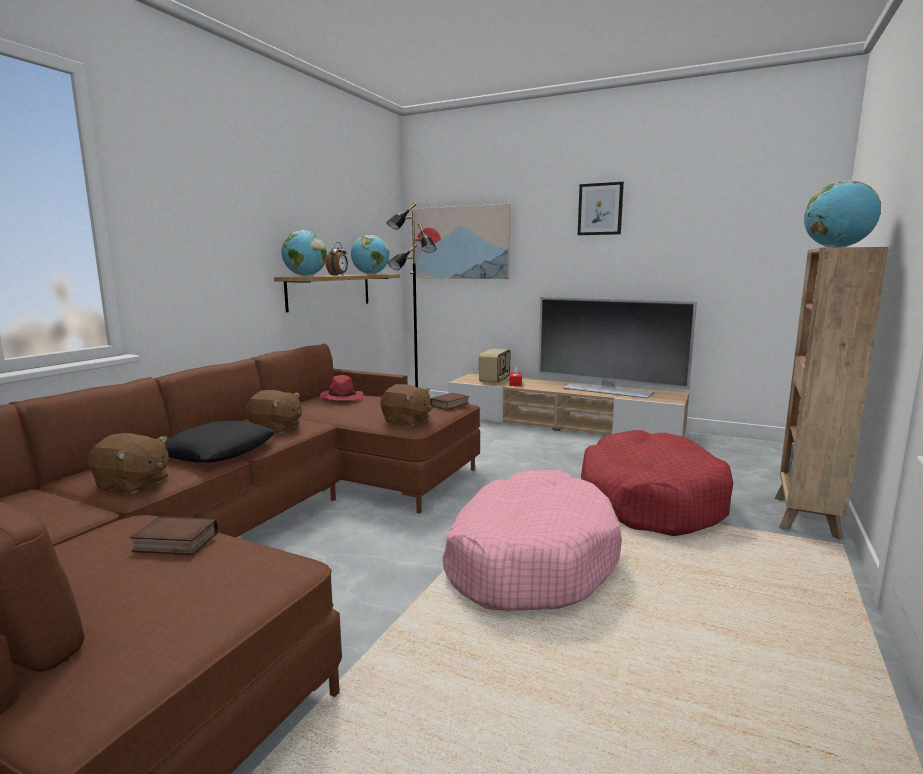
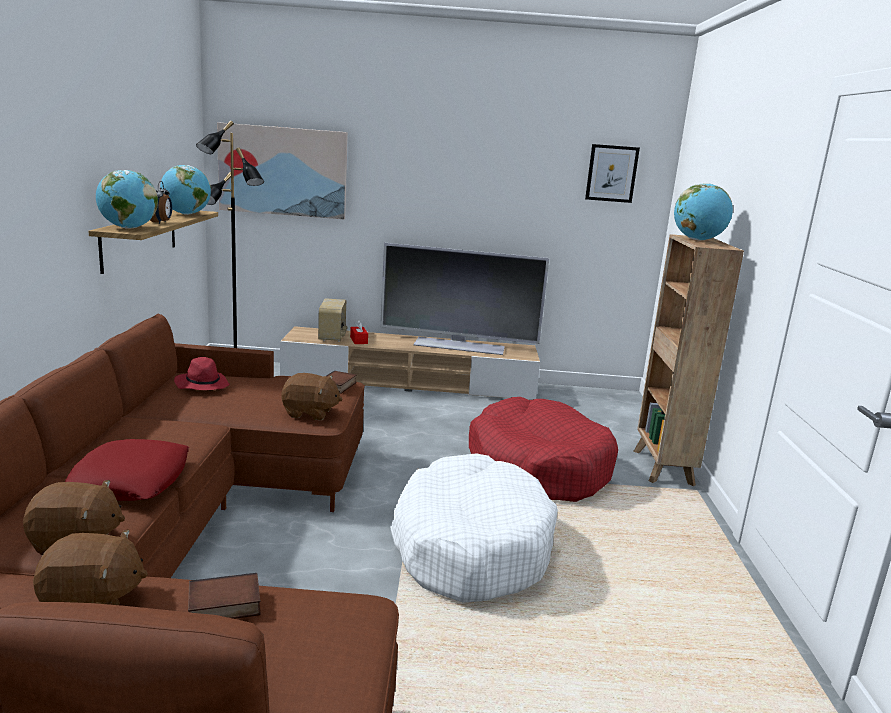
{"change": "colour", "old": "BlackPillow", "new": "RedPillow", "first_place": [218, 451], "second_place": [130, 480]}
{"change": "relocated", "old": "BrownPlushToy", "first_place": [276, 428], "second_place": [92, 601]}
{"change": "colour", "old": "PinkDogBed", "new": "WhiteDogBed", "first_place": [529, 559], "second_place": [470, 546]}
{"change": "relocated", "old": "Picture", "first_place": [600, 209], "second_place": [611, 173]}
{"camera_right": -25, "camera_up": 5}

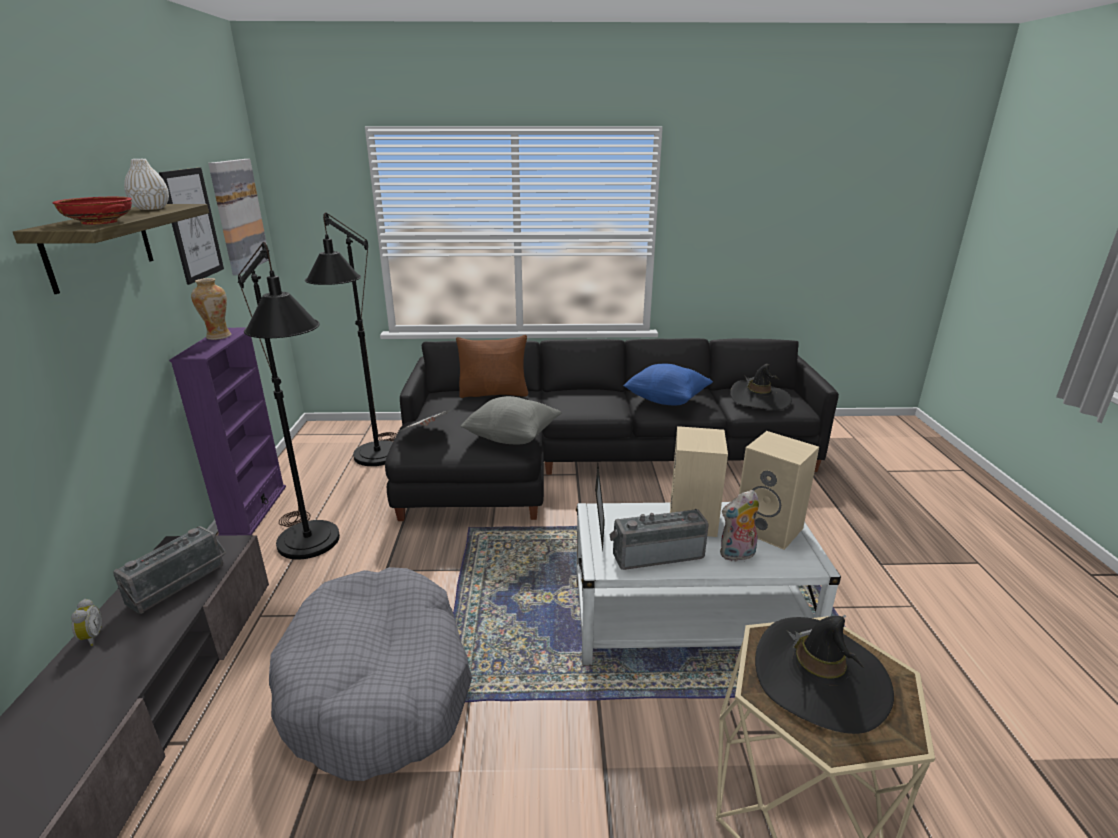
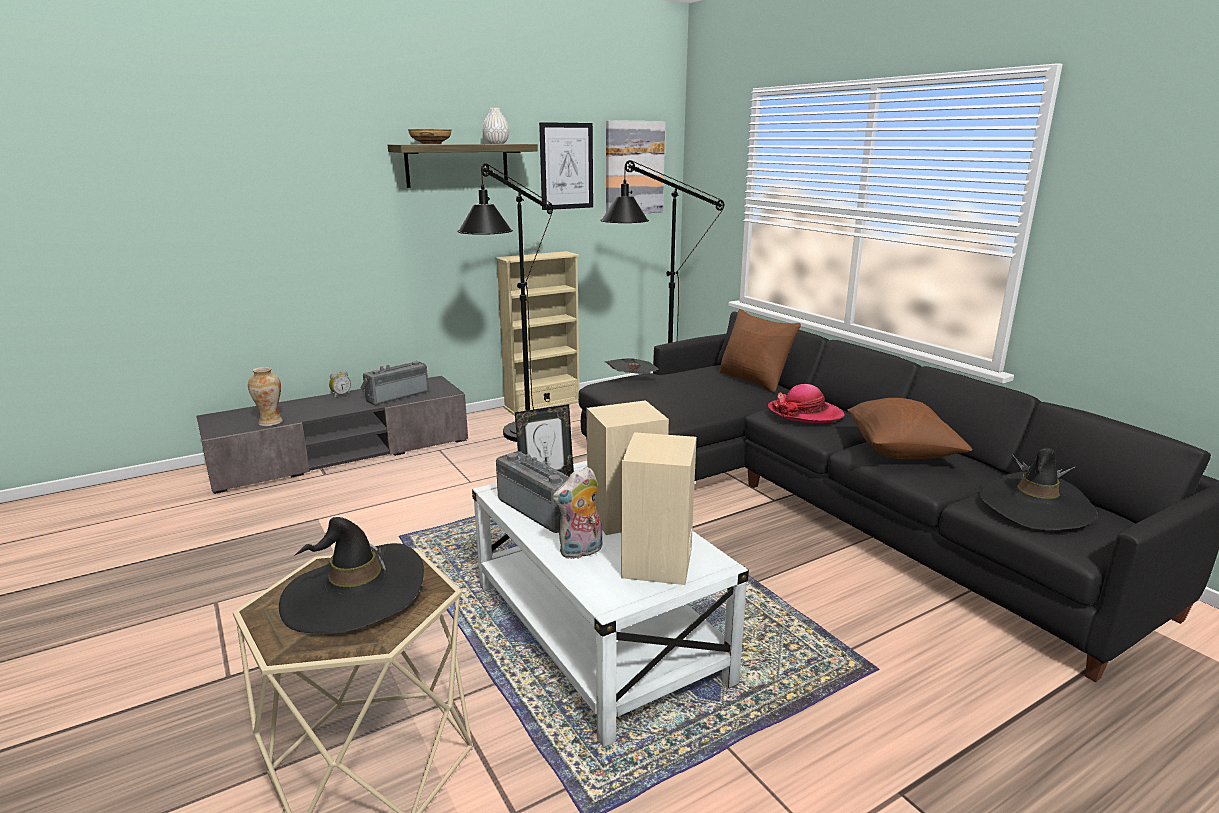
{"change": "colour", "old": "RedBowl", "new": "BeigeBowl", "first_place": [100, 222], "second_place": [431, 144]}
{"change": "spun", "old": "Radio", "first_place": [179, 587], "second_place": [396, 396], "degrees": 135}
{"change": "colour", "old": "PurpleBookcase", "new": "BeigeBookcase", "first_place": [254, 510], "second_place": [542, 404]}
{"change": "relocated", "old": "Vase", "first_place": [218, 336], "second_place": [270, 422]}
{"change": "missing", "old": "GreyDogBed", "first_place": [379, 686]}
{"change": "missing", "old": "GreyPillow", "first_place": [512, 437]}
{"change": "colour", "old": "BluePillow", "new": "BrownPillow", "first_place": [666, 400], "second_place": [900, 452]}
{"change": "spun", "old": "PlushToy", "first_place": [737, 555], "second_place": [581, 551], "degrees": -75}
{"change": "appeared", "new": "Hat", "second_place": [805, 413]}
{"camera_right": 60, "camera_up": -5}

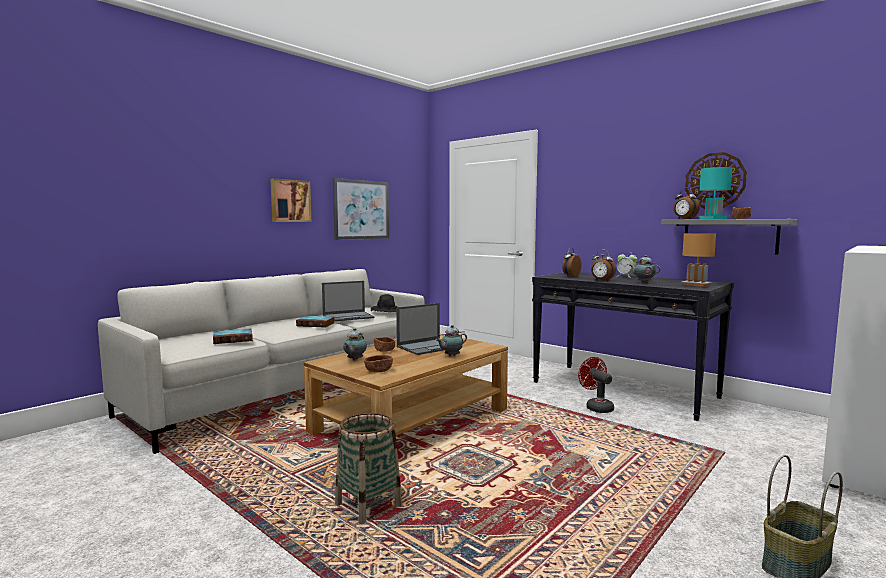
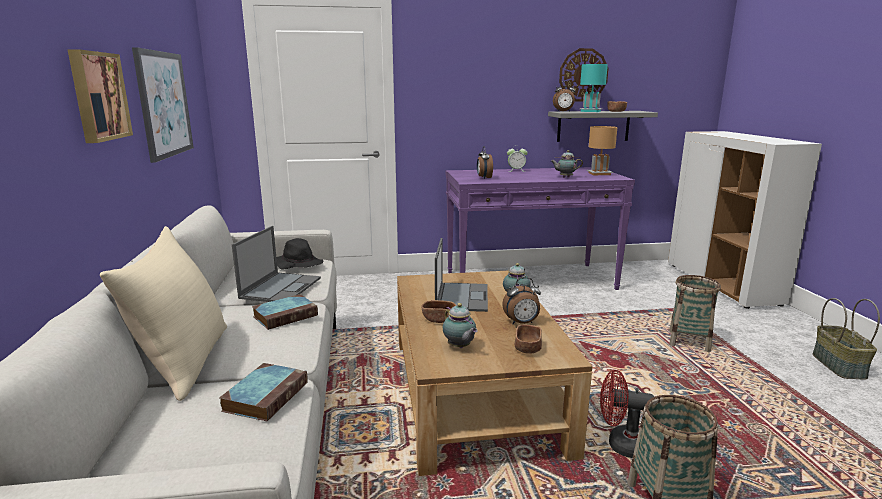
{"change": "colour", "old": "BlackConsoleTable", "new": "PurpleConsoleTable", "first_place": [623, 389], "second_place": [530, 280]}
{"change": "relocated", "old": "RedFan", "first_place": [596, 407], "second_place": [621, 445]}
{"change": "relocated", "old": "AlarmClock", "first_place": [601, 281], "second_place": [521, 323]}
{"change": "appeared", "new": "BeigePillow", "second_place": [185, 362]}
{"change": "appeared", "new": "Basket", "second_place": [688, 342]}
{"camera_right": -50, "camera_up": 10}

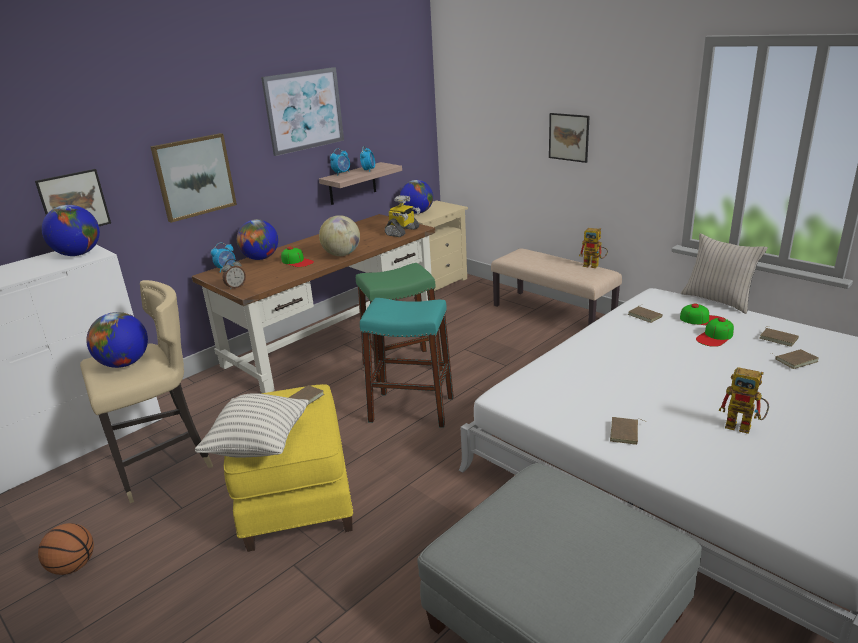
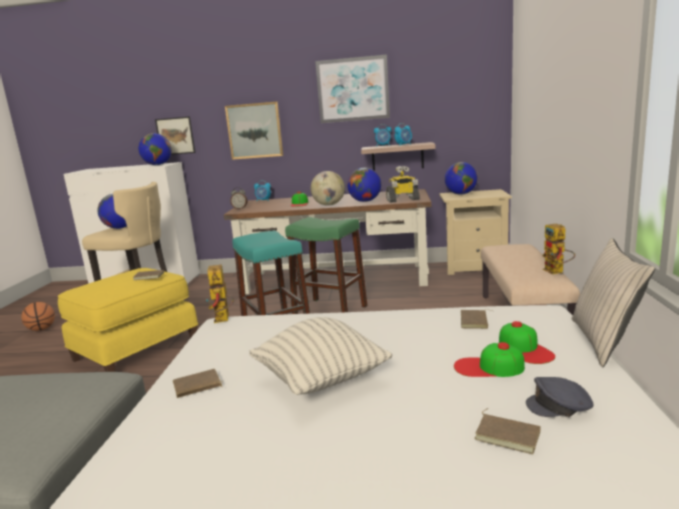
{"change": "relocated", "old": "Pillow", "first_place": [259, 445], "second_place": [321, 381]}
{"change": "relocated", "old": "Globe", "first_place": [261, 258], "second_place": [365, 201]}
{"change": "missing", "old": "Picture", "first_place": [569, 137]}
{"change": "relocated", "old": "ToyRobot", "first_place": [744, 426], "second_place": [223, 320]}
{"change": "exchanged", "old": "BrownBook", "new": "GreyCap", "first_place": [779, 338], "second_place": [560, 406]}
{"camera_right": 50, "camera_up": -10}

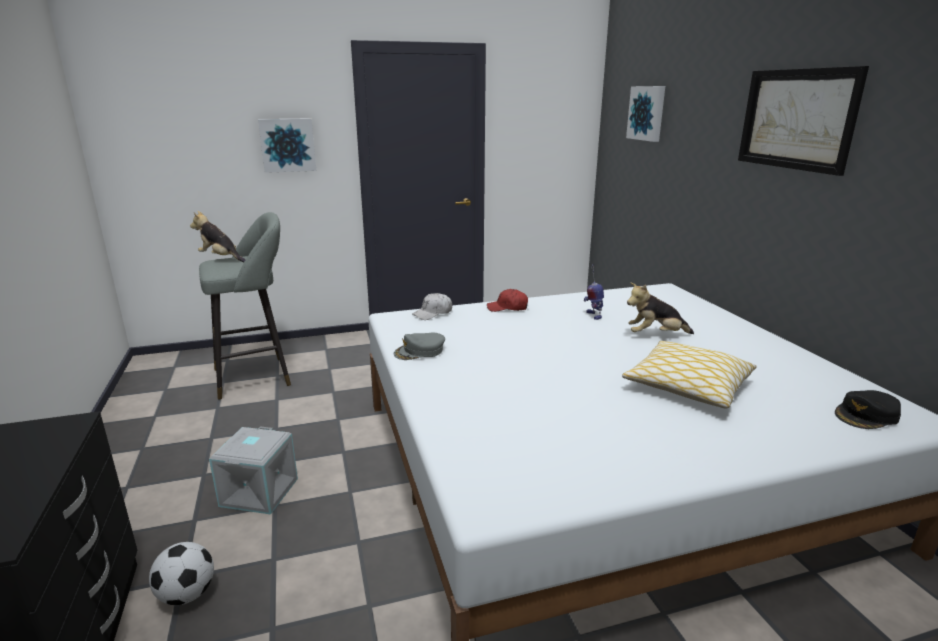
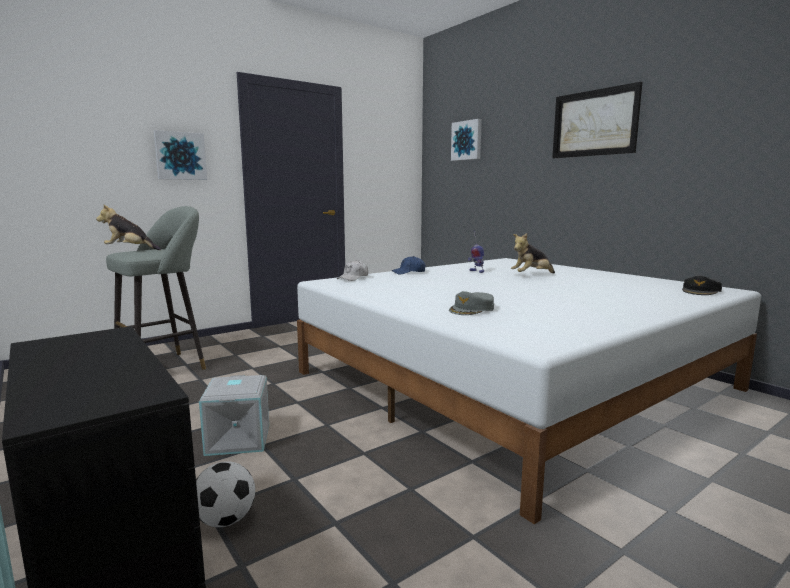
{"change": "relocated", "old": "GreyCap", "first_place": [419, 351], "second_place": [472, 309]}
{"change": "colour", "old": "RedCap", "new": "BlueCap", "first_place": [507, 308], "second_place": [409, 272]}
{"change": "missing", "old": "Pillow", "first_place": [687, 386]}
{"camera_right": -20, "camera_up": -10}

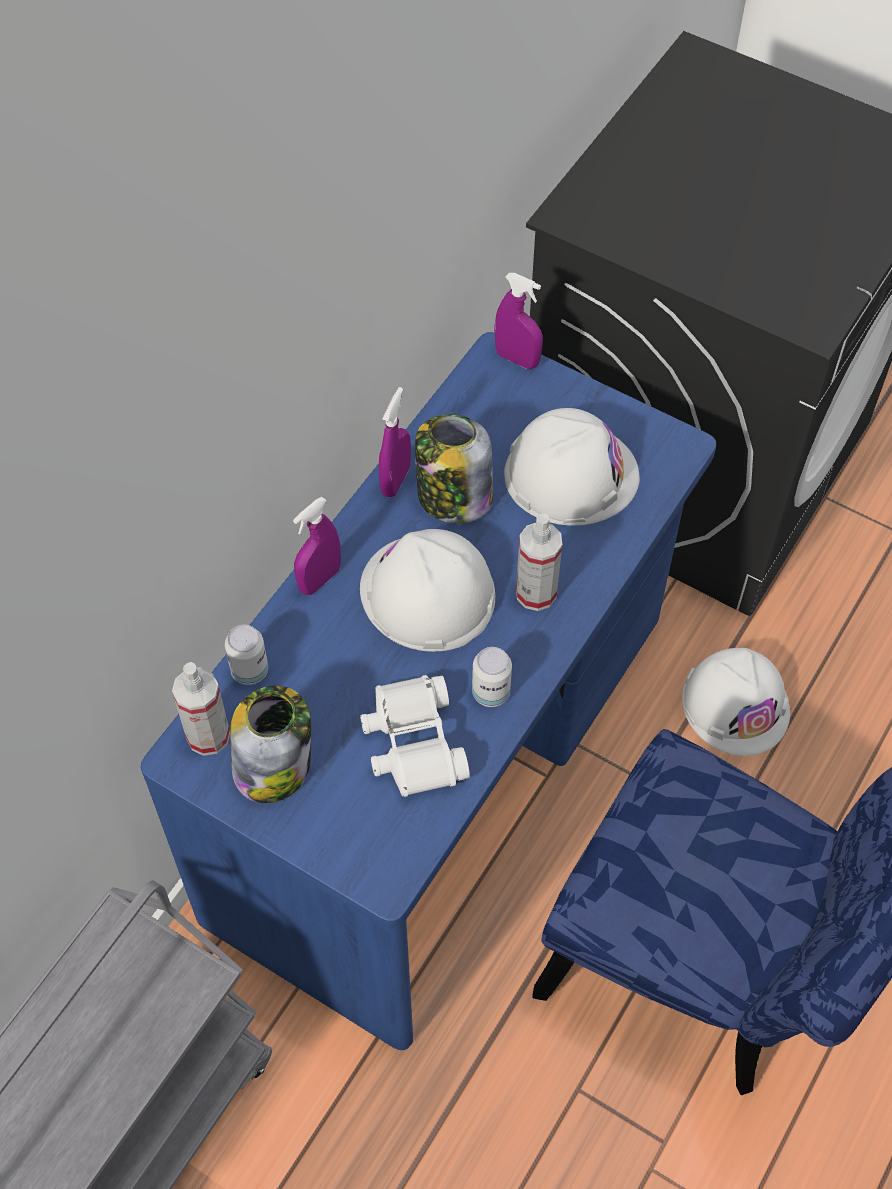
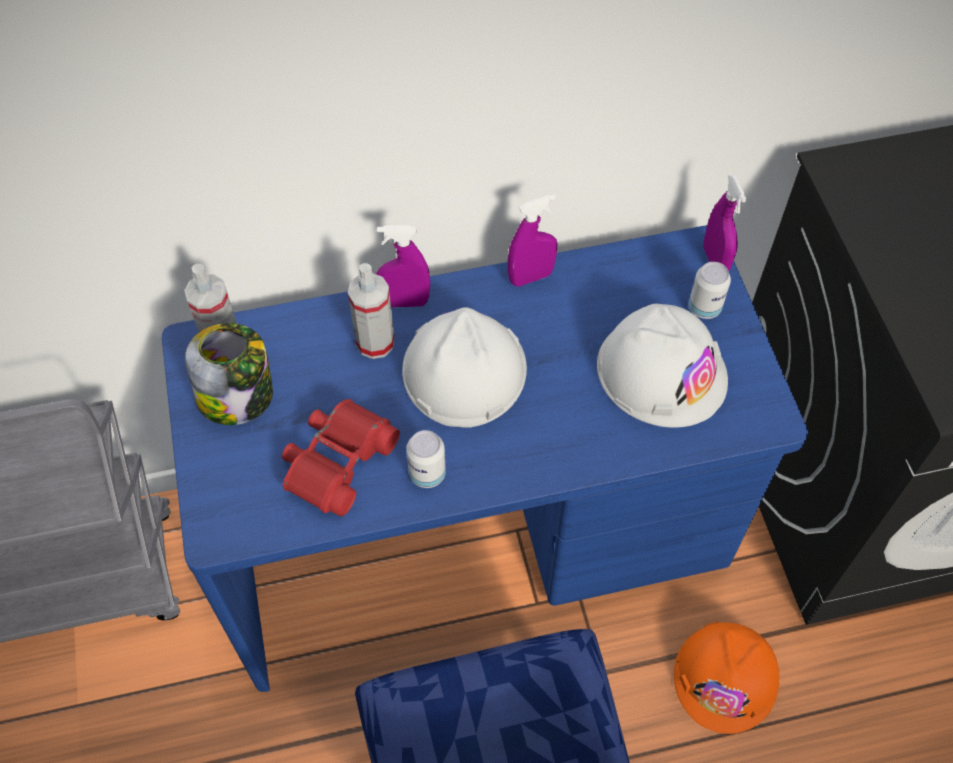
{"change": "relocated", "old": "Can", "first_place": [250, 670], "second_place": [704, 308]}
{"change": "colour", "old": "WhiteBinoculars", "new": "RedBinoculars", "first_place": [413, 743], "second_place": [337, 461]}
{"change": "missing", "old": "Jar", "first_place": [453, 497]}
{"change": "relocated", "old": "SprayBottle", "first_place": [536, 593], "second_place": [375, 342]}
{"change": "colour", "old": "WhiteHardHat", "new": "OrangeHardHat", "first_place": [735, 704], "second_place": [726, 677]}
{"camera_right": 45, "camera_up": 0}

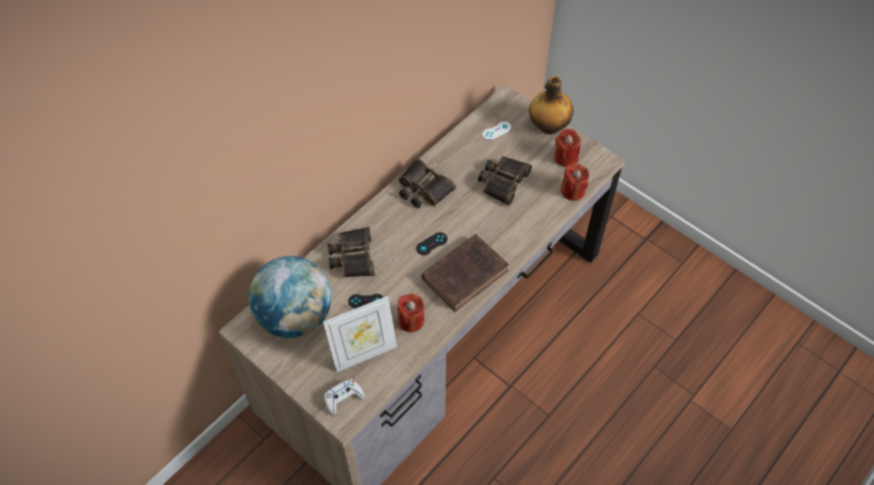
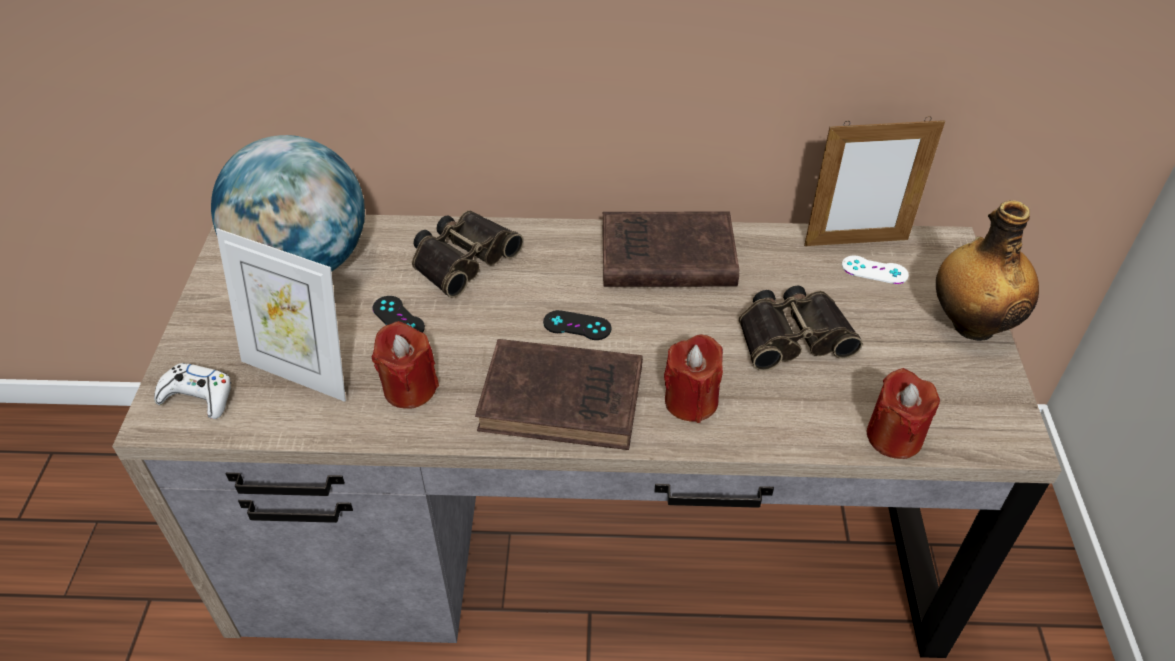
{"change": "exchanged", "old": "Binoculars", "new": "BrownBook", "first_place": [423, 189], "second_place": [663, 257]}
{"change": "relocated", "old": "RedCandle", "first_place": [565, 157], "second_place": [691, 401]}
{"change": "appeared", "new": "PictureFrame", "second_place": [856, 242]}
{"camera_right": 50, "camera_up": -10}

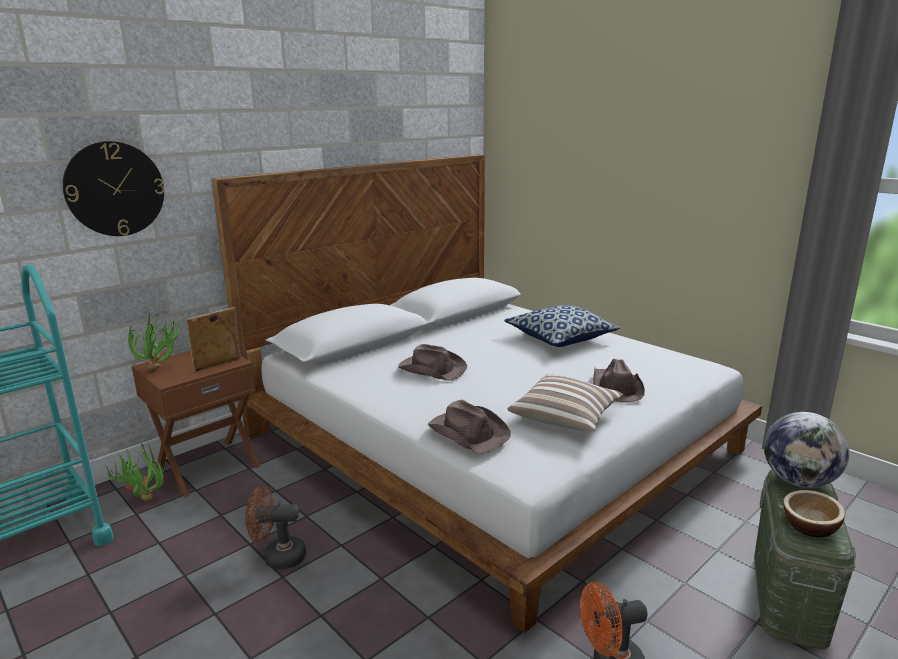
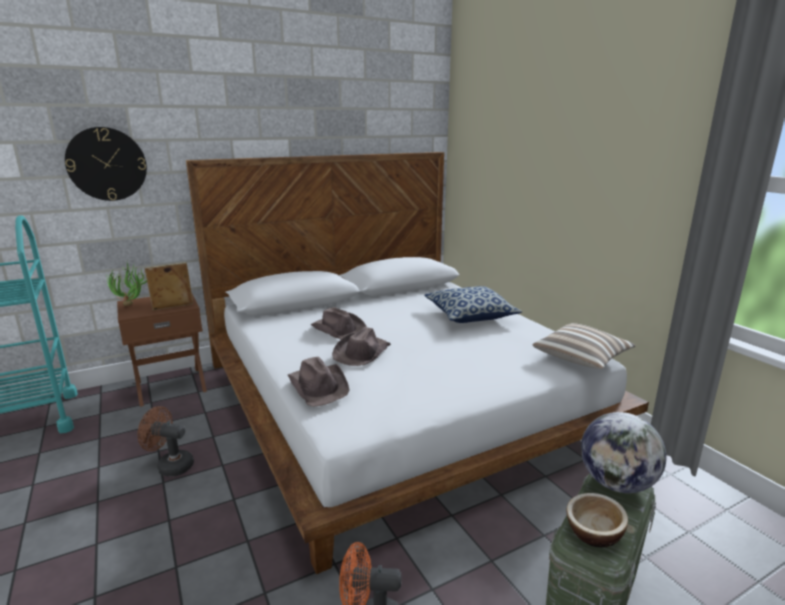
{"change": "missing", "old": "PottedPlant", "first_place": [142, 499]}
{"change": "relocated", "old": "Pillow", "first_place": [565, 418], "second_place": [582, 359]}
{"change": "relocated", "old": "BrownHat", "first_place": [616, 388], "second_place": [362, 353]}
{"camera_right": 15, "camera_up": 0}

